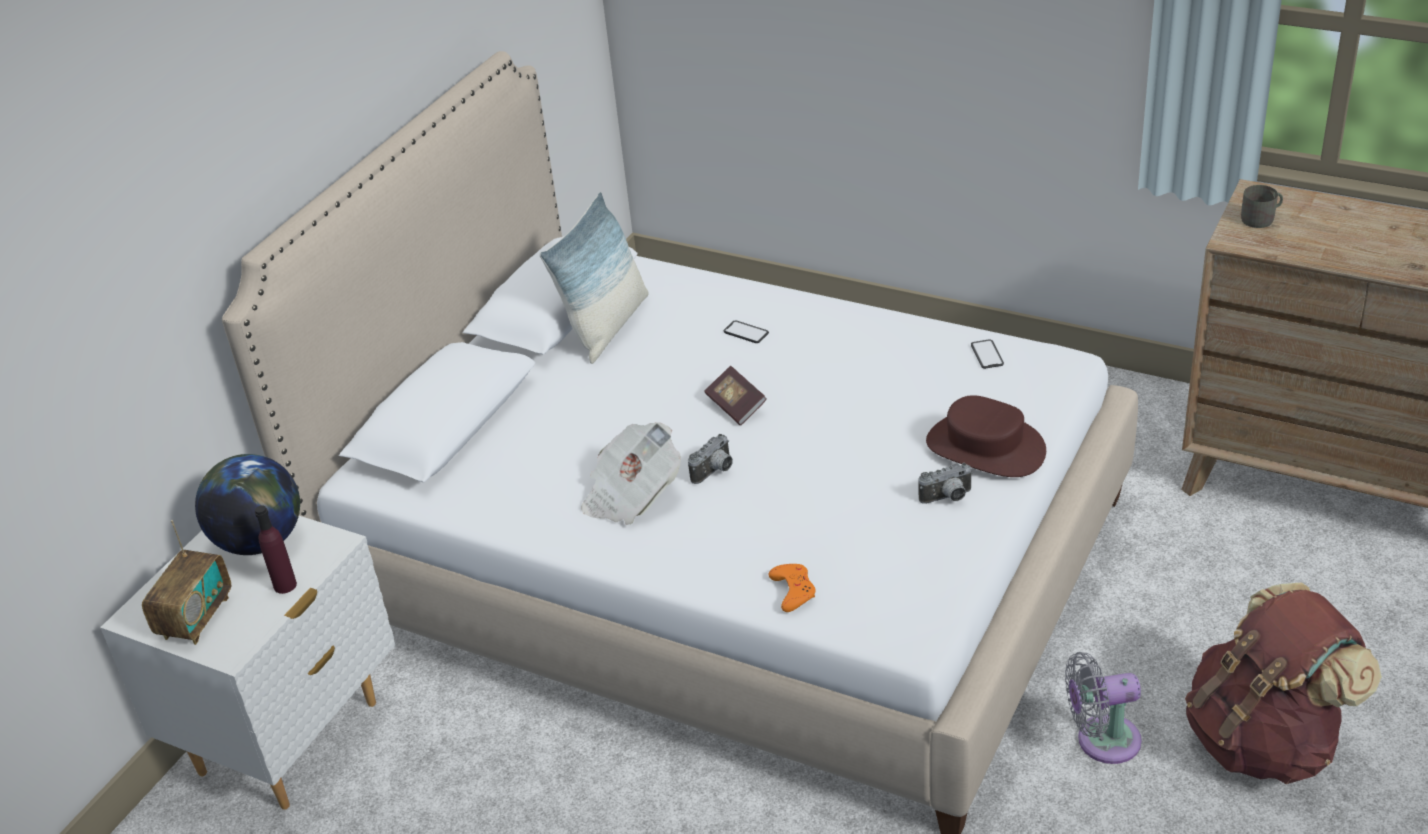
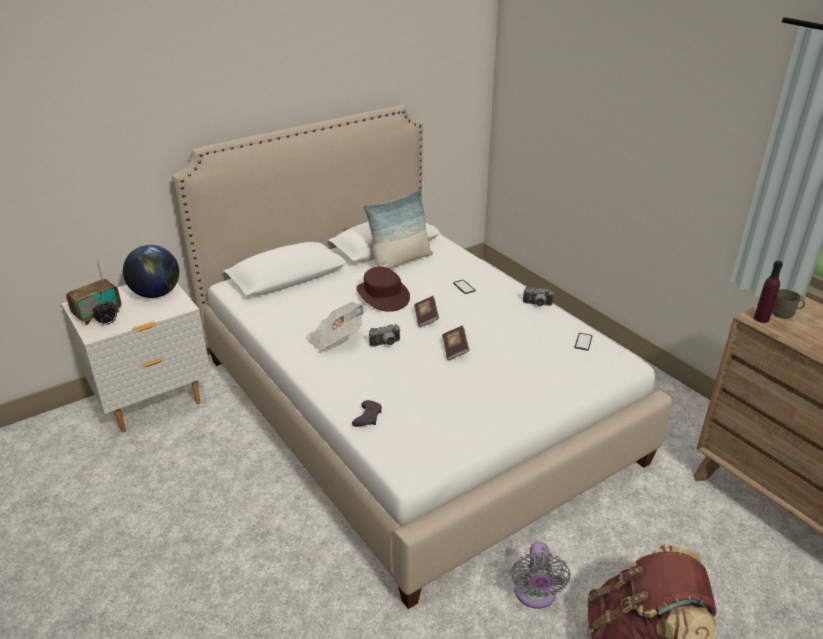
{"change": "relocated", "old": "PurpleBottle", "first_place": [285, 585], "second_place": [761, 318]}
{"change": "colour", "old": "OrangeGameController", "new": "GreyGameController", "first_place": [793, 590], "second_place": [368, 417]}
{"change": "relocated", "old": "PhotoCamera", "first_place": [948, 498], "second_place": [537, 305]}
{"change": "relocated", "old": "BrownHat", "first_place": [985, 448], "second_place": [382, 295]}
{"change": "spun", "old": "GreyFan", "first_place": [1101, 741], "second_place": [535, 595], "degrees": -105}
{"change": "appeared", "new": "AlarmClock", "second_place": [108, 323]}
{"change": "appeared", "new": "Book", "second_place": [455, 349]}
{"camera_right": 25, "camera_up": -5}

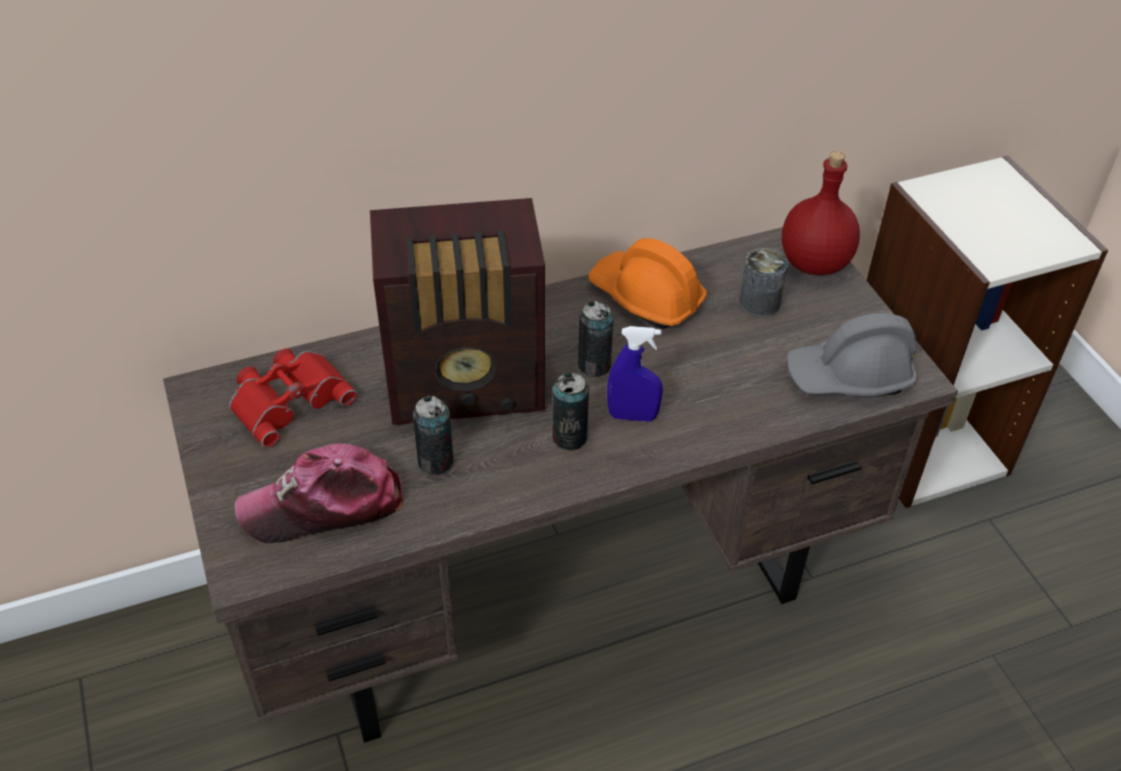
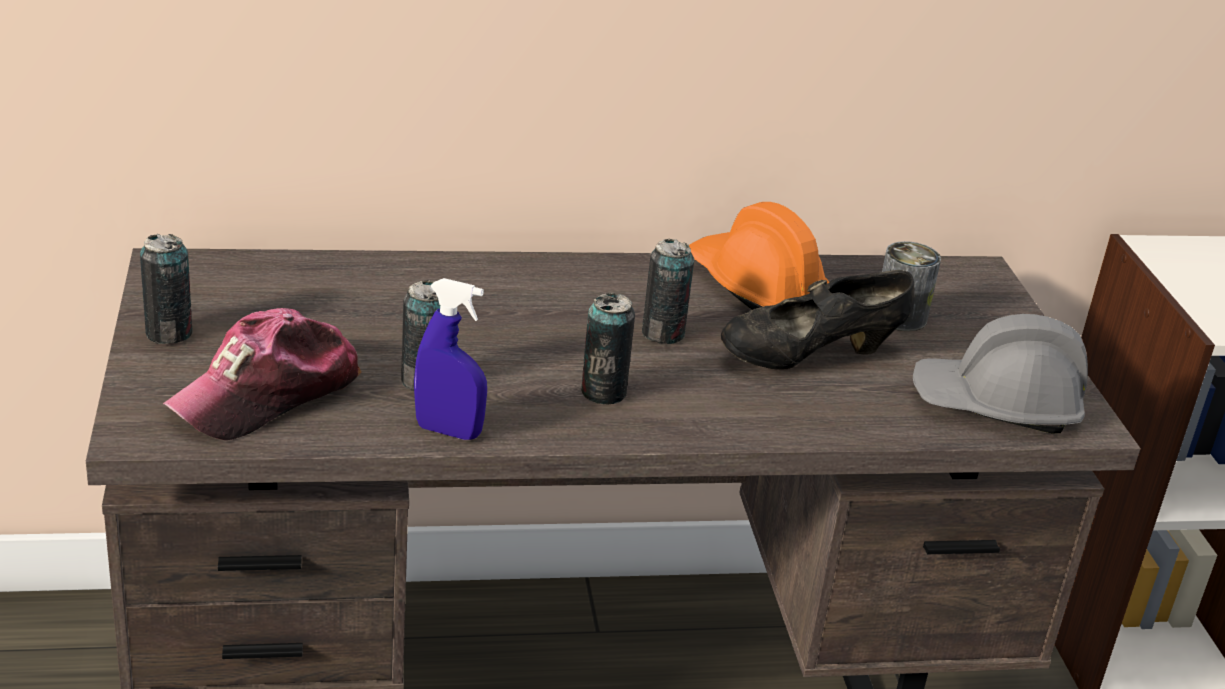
{"change": "missing", "old": "RedBinoculars", "first_place": [289, 399]}
{"change": "spun", "old": "Cap", "first_place": [324, 506], "second_place": [267, 394], "degrees": -45}
{"change": "missing", "old": "Radio", "first_place": [469, 386]}
{"change": "relocated", "old": "BlueSprayBottle", "first_place": [632, 416], "second_place": [448, 431]}
{"change": "missing", "old": "RedBottle", "first_place": [814, 264]}
{"change": "appeared", "new": "Can", "second_place": [169, 333]}
{"change": "appeared", "new": "BlackShoe", "second_place": [810, 358]}
{"camera_right": 10, "camera_up": -15}

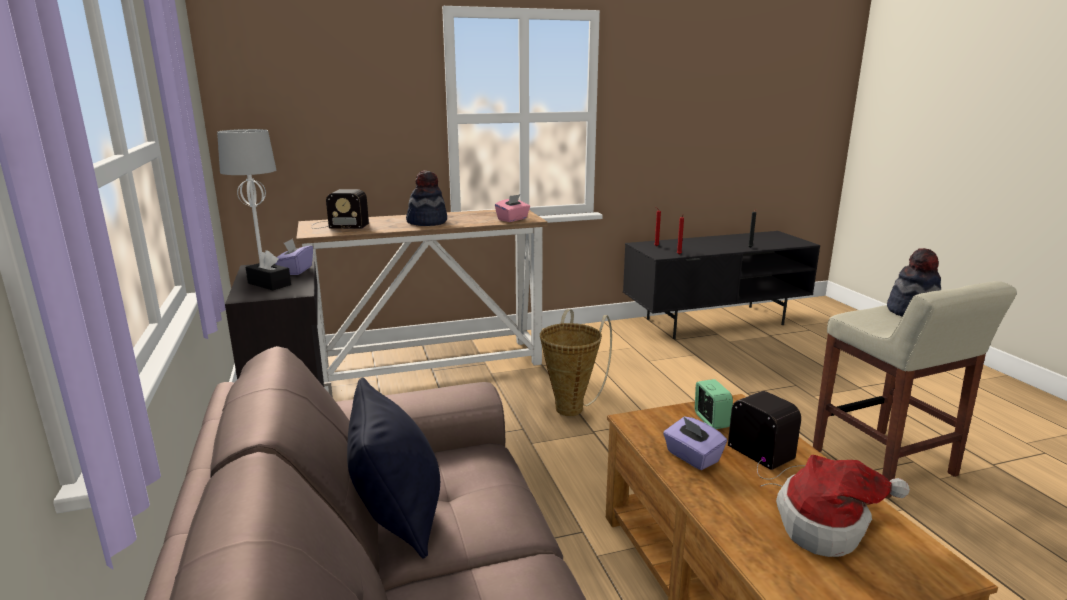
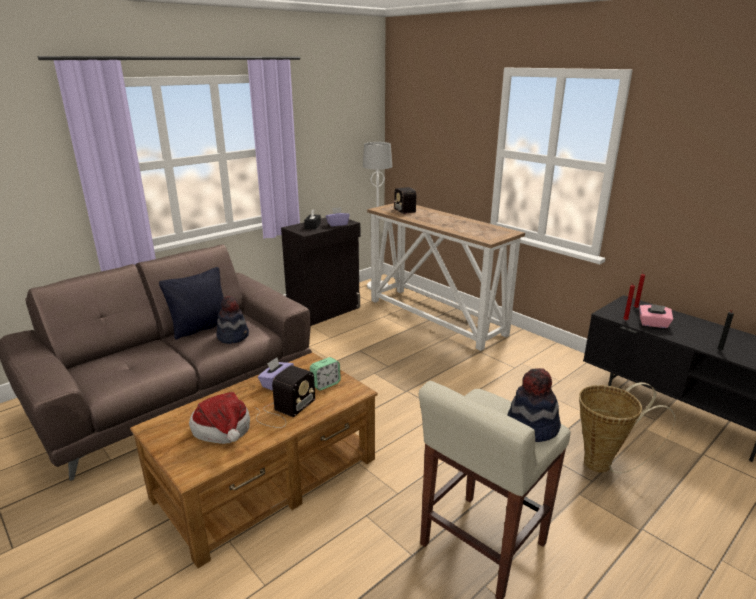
{"change": "relocated", "old": "Hat", "first_place": [427, 222], "second_place": [233, 336]}
{"change": "relocated", "old": "PinkTissueBox", "first_place": [513, 219], "second_place": [653, 324]}
{"change": "relocated", "old": "Basket", "first_place": [572, 407], "second_place": [604, 464]}
{"camera_right": 65, "camera_up": 5}

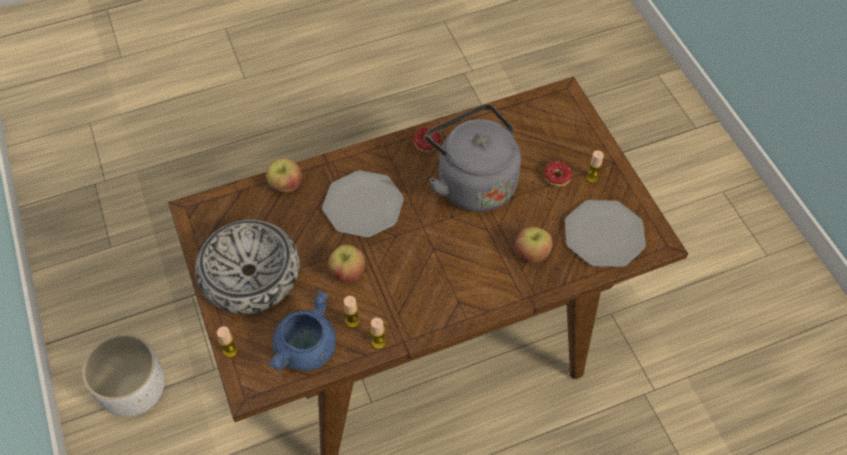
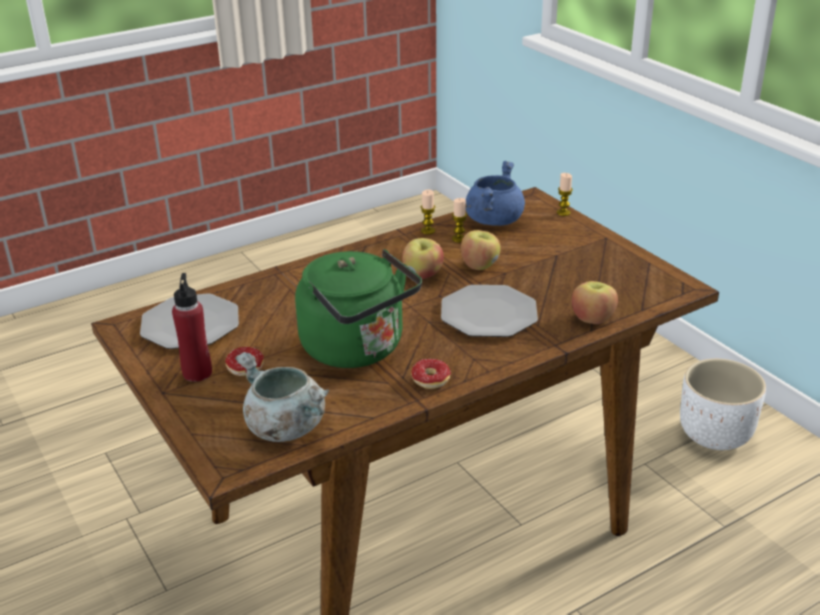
{"change": "missing", "old": "Bowl", "first_place": [249, 274]}
{"change": "colour", "old": "GreyKettle", "new": "GreenKettle", "first_place": [473, 182], "second_place": [358, 349]}
{"change": "relocated", "old": "Apple", "first_place": [531, 253], "second_place": [423, 275]}
{"change": "exchanged", "old": "Candle", "new": "RedBottle", "first_place": [592, 177], "second_place": [197, 373]}
{"change": "appeared", "new": "GreyCookingPot", "second_place": [284, 427]}
{"camera_right": 170, "camera_up": -25}

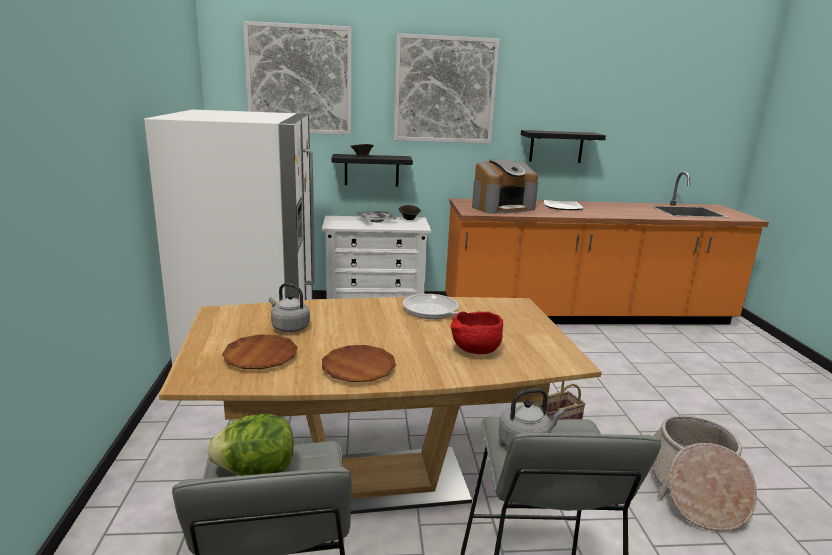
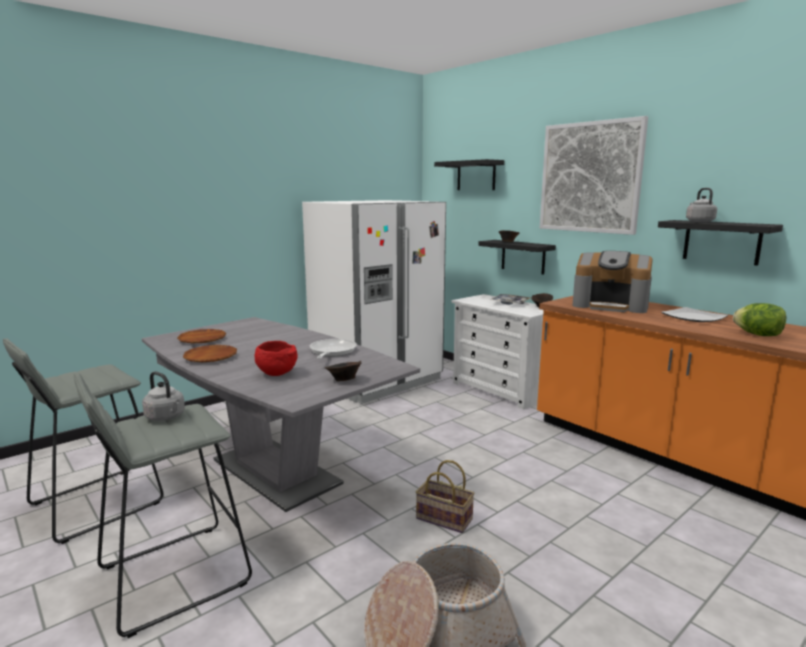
{"change": "colour", "old": "BrownDiningTable", "new": "GreyDiningTable", "first_place": [379, 482], "second_place": [275, 472]}
{"change": "relocated", "old": "Lettuce", "first_place": [256, 471], "second_place": [758, 335]}
{"change": "exchanged", "old": "Picture", "new": "BlackShelf", "first_place": [299, 80], "second_place": [476, 175]}
{"change": "relocated", "old": "GreyKettle", "first_place": [289, 327], "second_place": [699, 221]}
{"change": "appeared", "new": "BrownBowl", "second_place": [343, 380]}
{"camera_right": 55, "camera_up": -5}

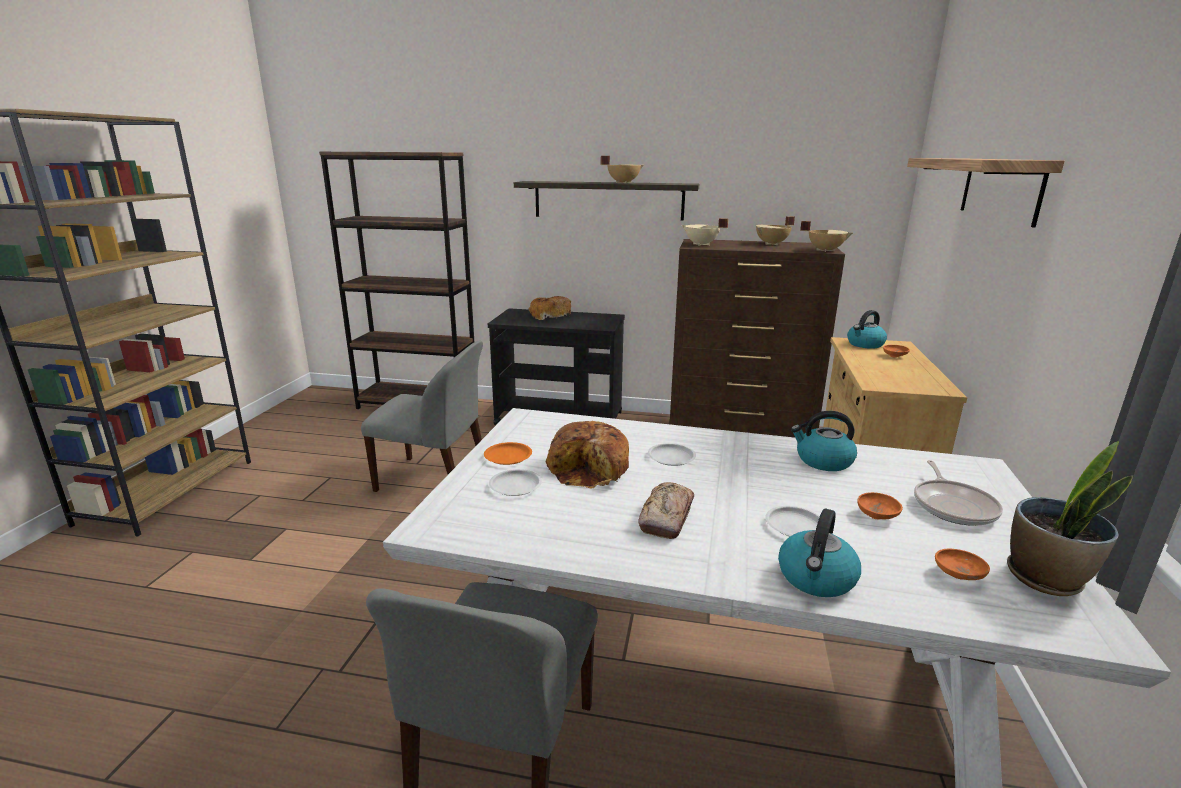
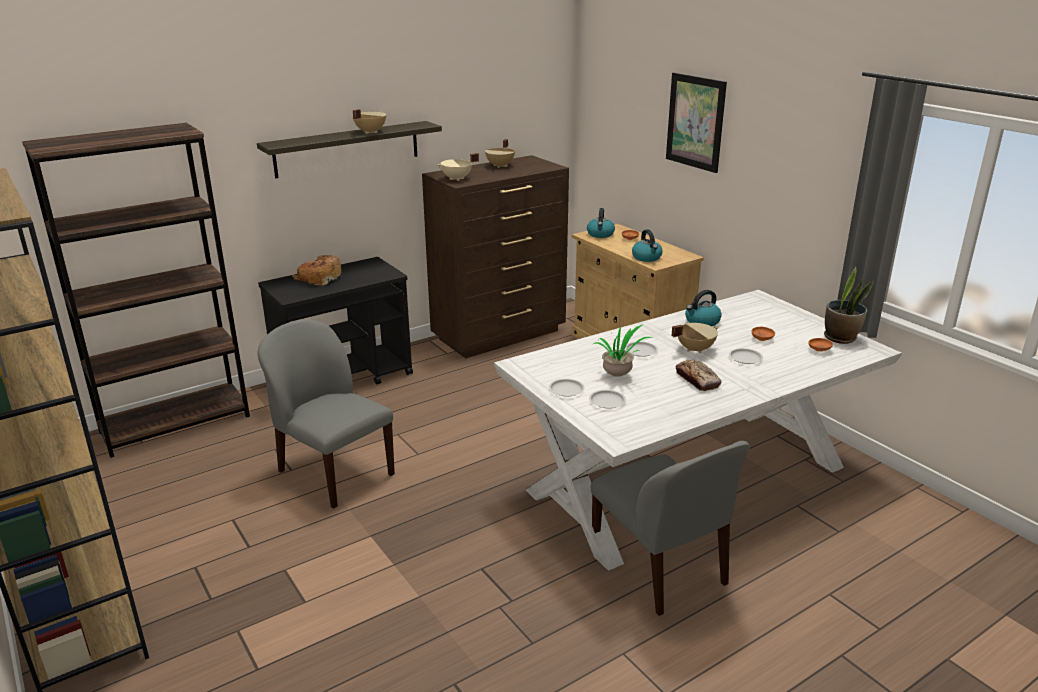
{"change": "spun", "old": "GreyChair", "first_place": [435, 479], "second_place": [334, 472], "degrees": -105}
{"change": "colour", "old": "OrangePlate", "new": "WhitePlate", "first_place": [508, 457], "second_place": [566, 390]}
{"change": "exchanged", "old": "Bread", "new": "PottedPlant", "first_place": [590, 469], "second_place": [619, 375]}
{"change": "relocated", "old": "Kettle", "first_place": [816, 578], "second_place": [647, 258]}
{"change": "relocated", "old": "BeigeCookingPot", "first_place": [825, 250], "second_place": [694, 349]}
{"change": "exchanged", "old": "Shelf", "new": "Picture", "first_place": [1000, 189], "second_place": [695, 122]}
{"change": "missing", "old": "FryingPan", "first_place": [953, 506]}
{"camera_right": -45, "camera_up": 5}

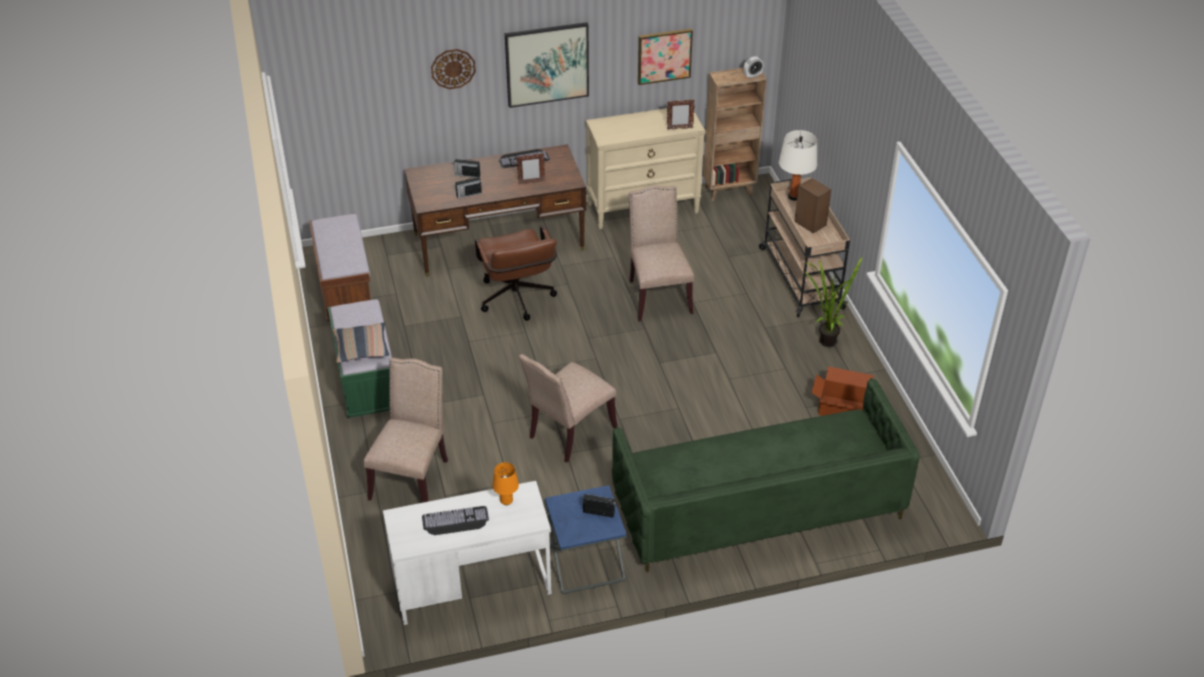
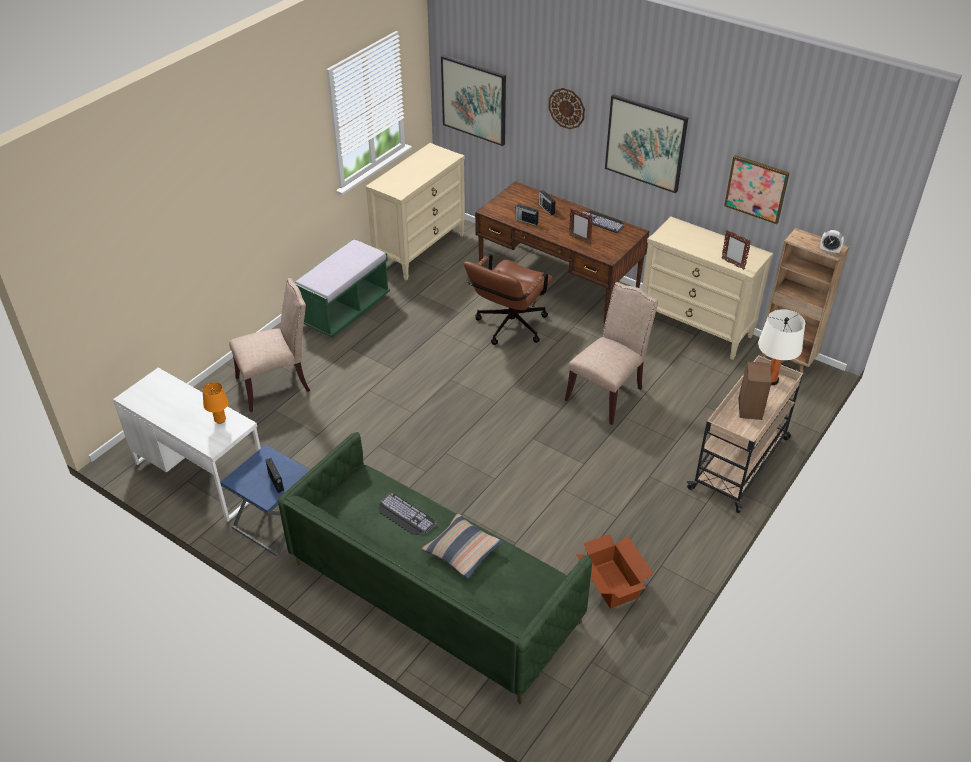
{"change": "exchanged", "old": "BrownBench", "new": "BeigeDresser", "first_place": [345, 291], "second_place": [420, 250]}
{"change": "relocated", "old": "Pillow", "first_place": [361, 348], "second_place": [463, 551]}
{"change": "relocated", "old": "Keyboard", "first_place": [455, 522], "second_place": [404, 515]}
{"change": "missing", "old": "BeigeChair", "first_place": [569, 433]}
{"change": "missing", "old": "PottedPlant", "first_place": [823, 340]}
{"change": "appeared", "new": "Picture", "second_place": [474, 100]}
{"camera_right": 50, "camera_up": 0}

